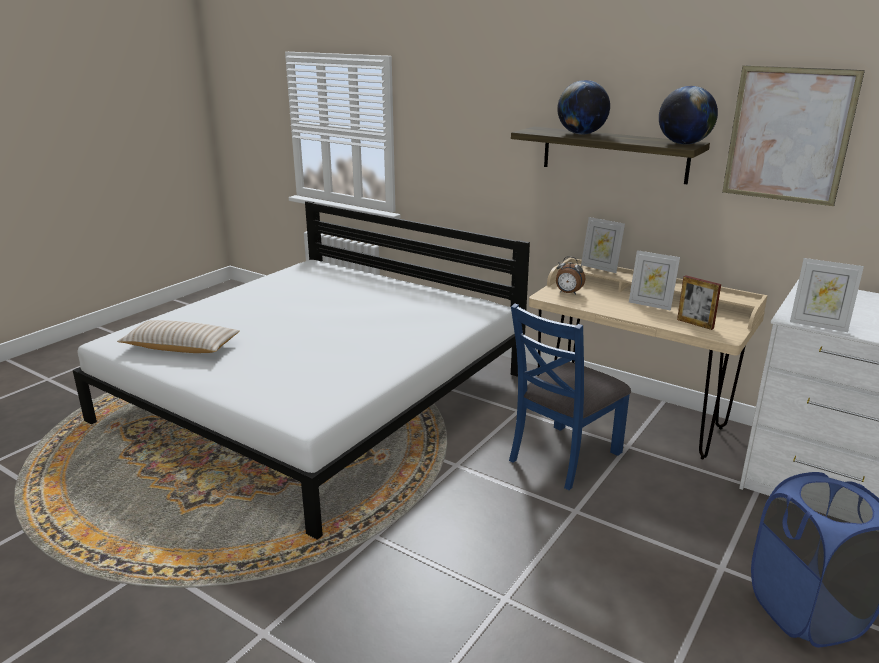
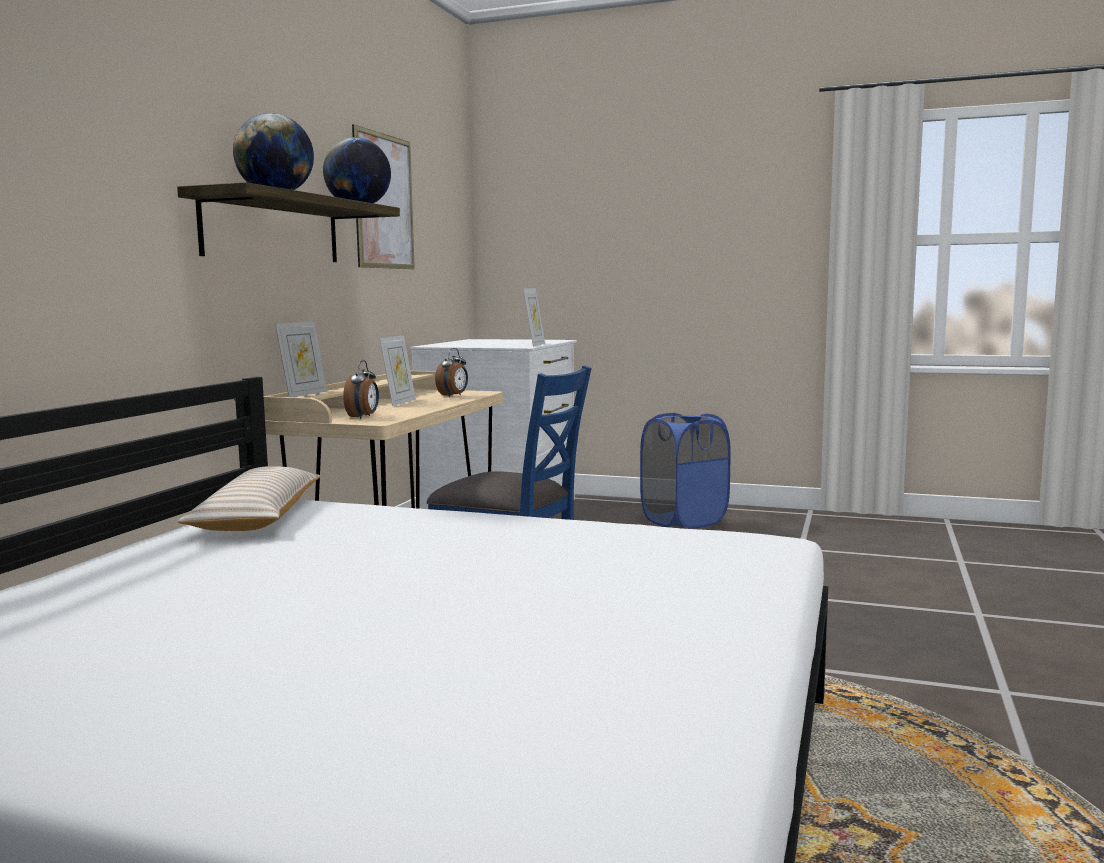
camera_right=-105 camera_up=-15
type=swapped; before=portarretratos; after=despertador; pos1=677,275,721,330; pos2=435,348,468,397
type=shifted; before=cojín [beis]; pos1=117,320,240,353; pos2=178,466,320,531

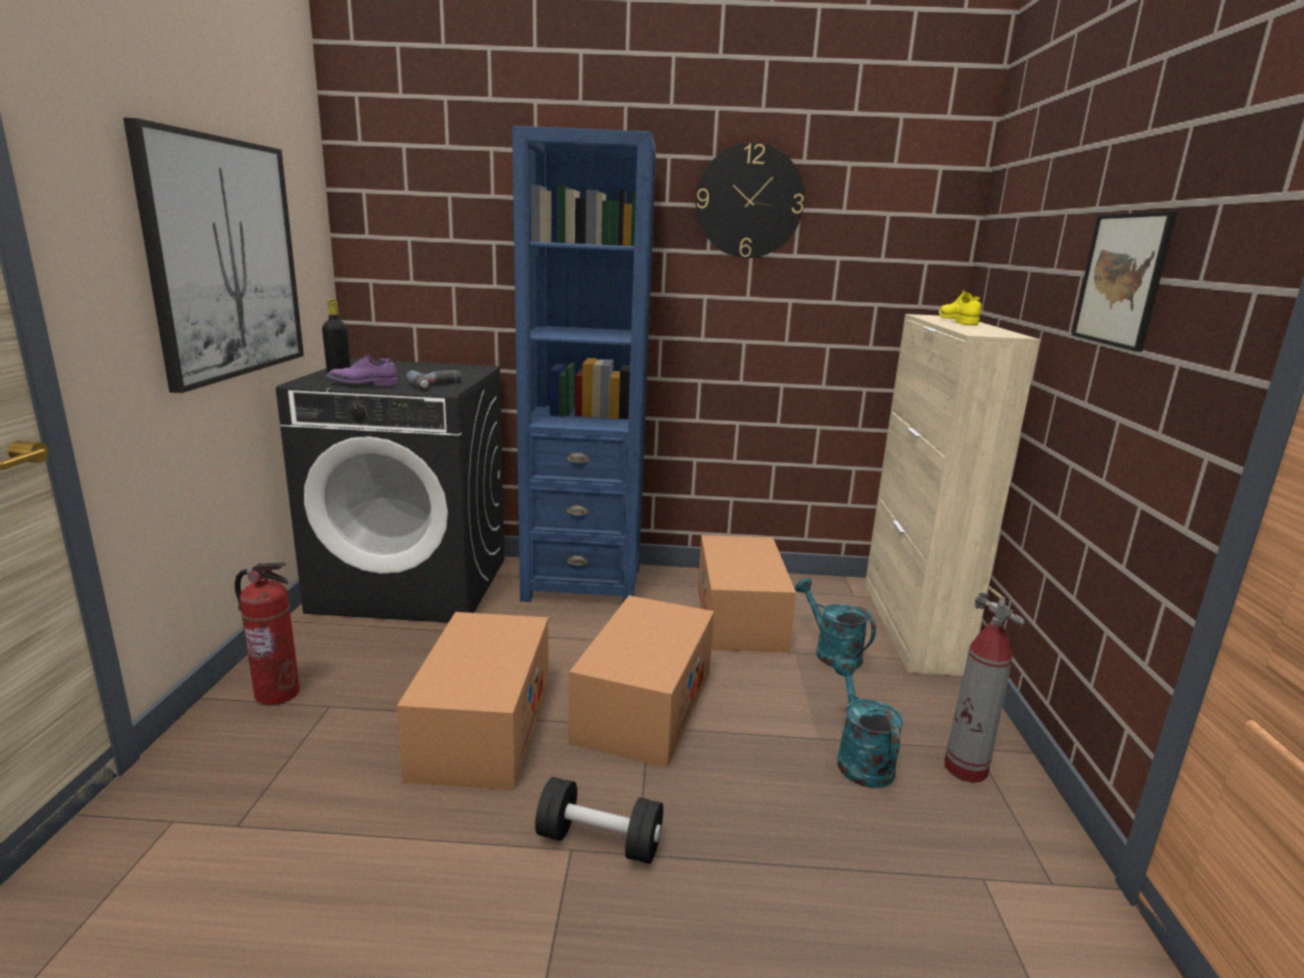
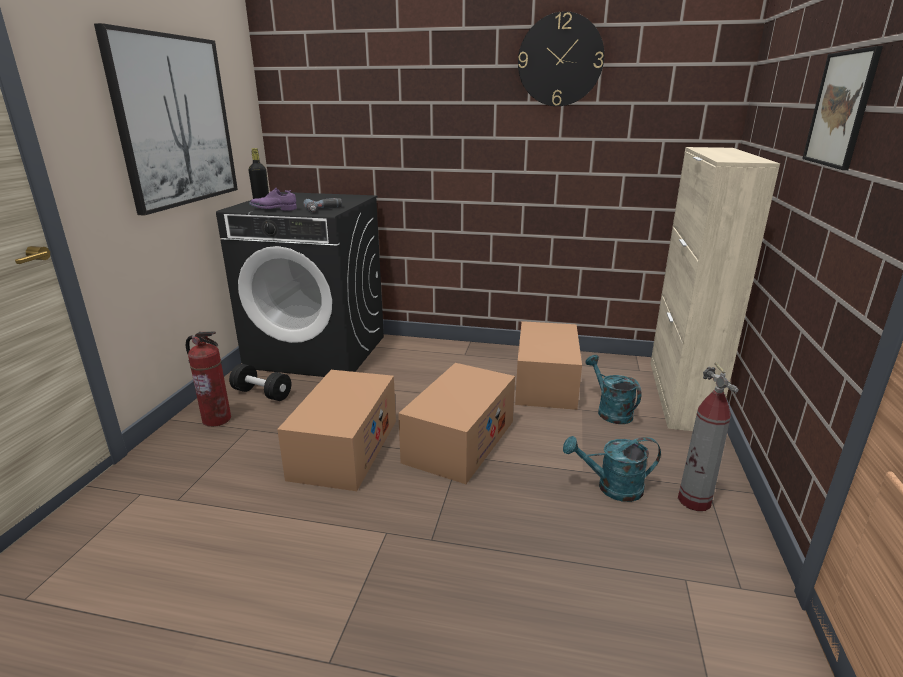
camera_right=10 camera_up=5
type=gone; before=estantería [azul]; pos1=512,126,656,603
type=gone; before=zapato [amarillo]; pos1=939,291,982,326
type=rotated; before=regadera [turquesa]; pos1=834,659,904,788; pos2=563,436,661,502; turn=-90
type=shifted; before=mancuerna [negro]; pos1=535,777,663,864; pos2=229,364,291,401

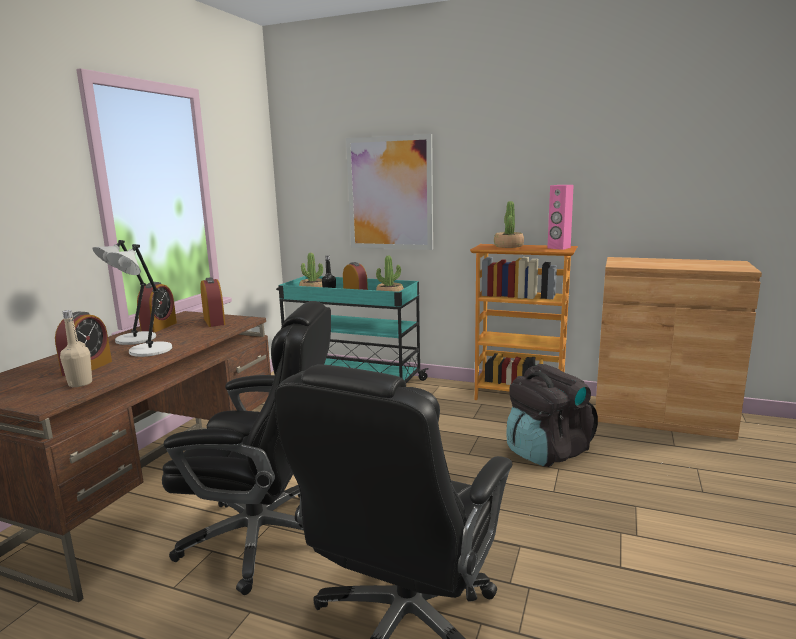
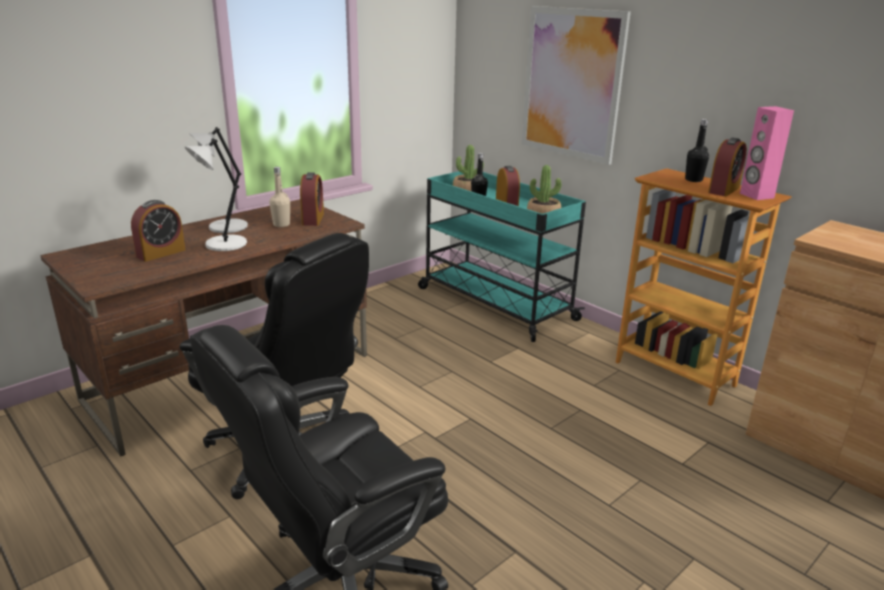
camera_right=25 camera_up=10
type=swapped; before=planta en maceta; after=botella [negro]; pos1=494,201,524,248; pos2=685,119,709,182
type=shifted; before=despertador; pos1=137,282,177,333; pos2=708,137,747,196
type=shifted; before=botella [beis]; pos1=60,310,92,387; pos2=269,167,290,227
type=gone; before=mochila [negro]; pos1=507,364,598,467

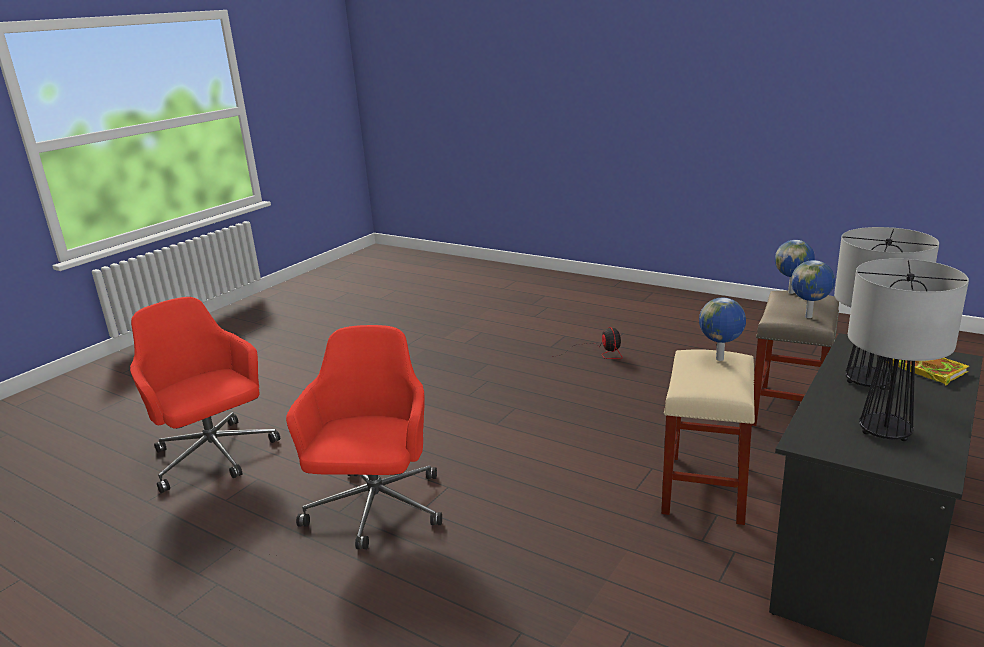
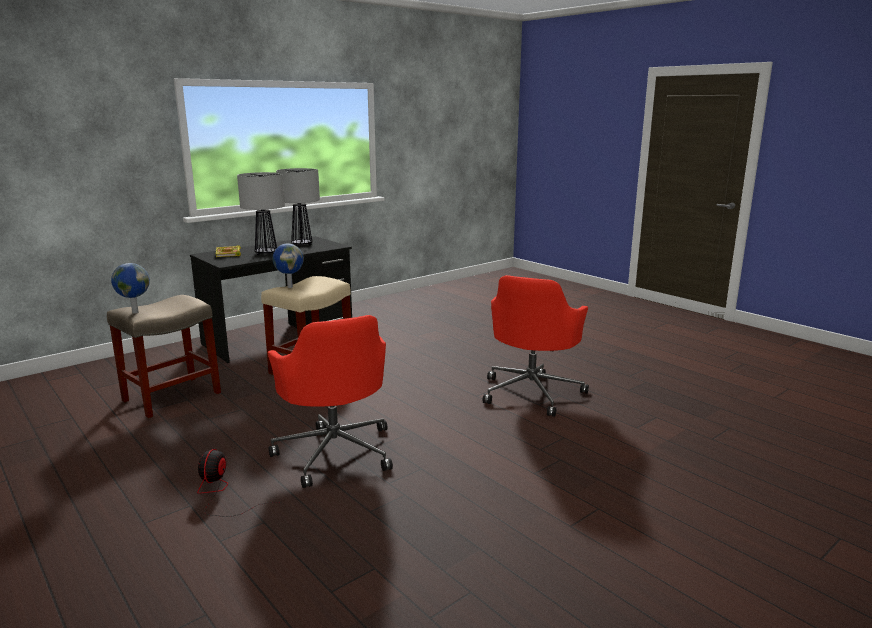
camera_right=-165 camera_up=-5
type=gone; before=globo terráqueo; pos1=791,260,835,318
type=shifted; before=silla de oficina [rojo]; pos1=130,297,280,493; pos2=267,315,393,488

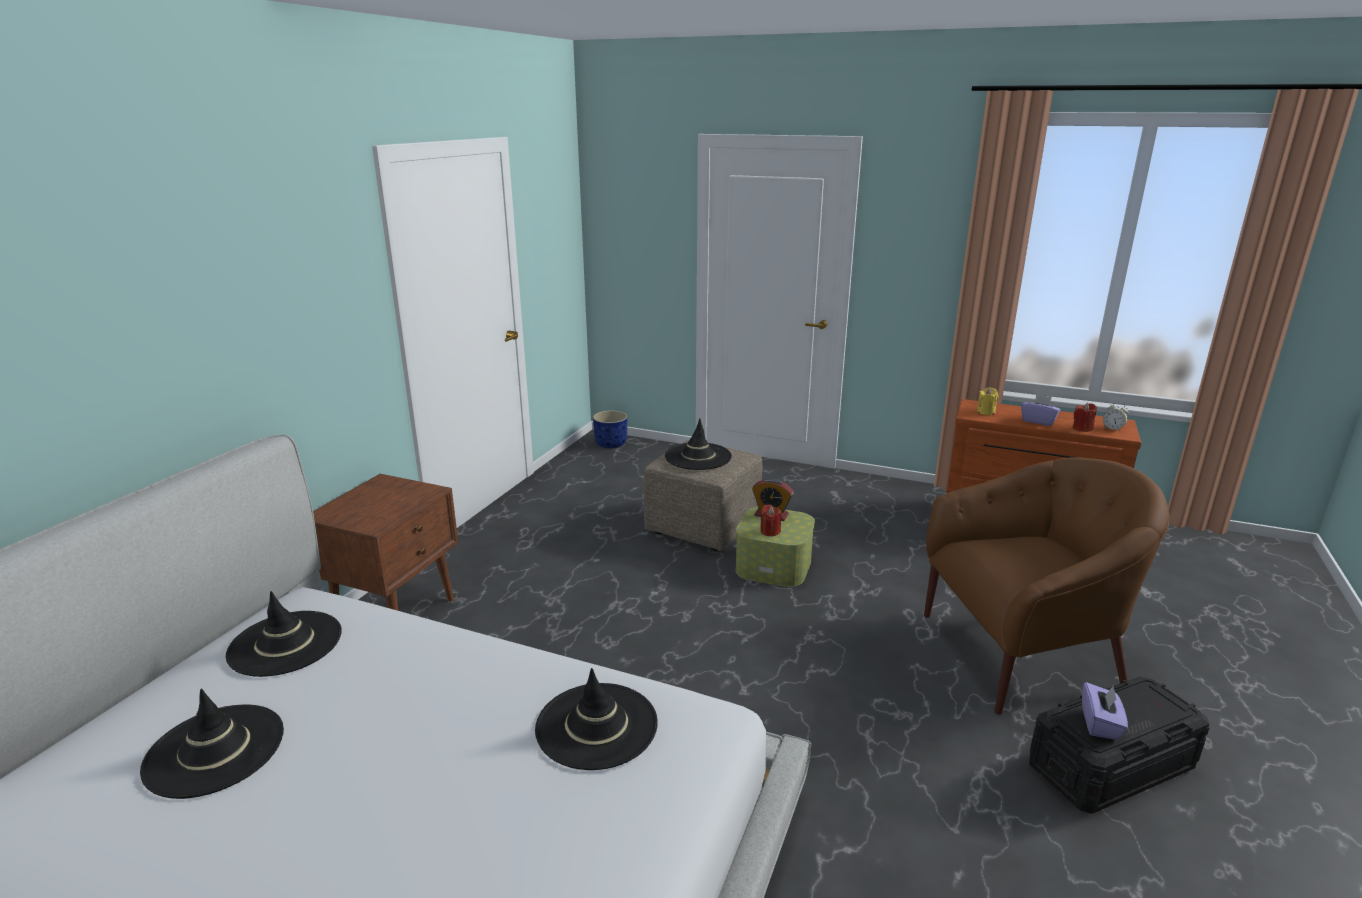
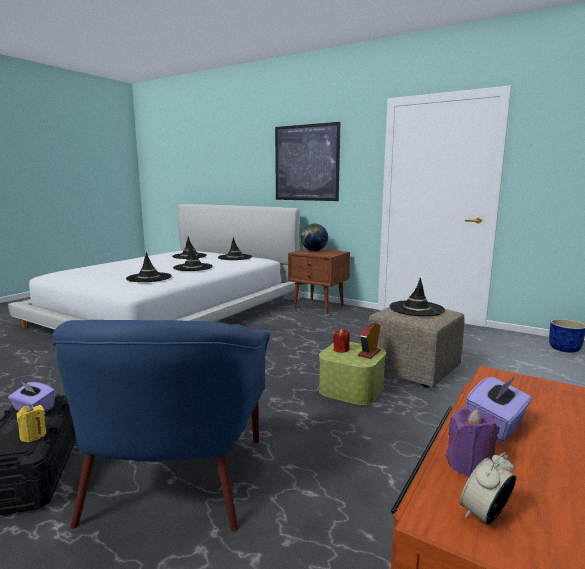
camera_right=100 camera_up=-10
type=shifted; before=vela [amarillo]; pos1=977,388,998,415; pos2=16,405,46,442
type=repainted; before=vela [rojo]; after=vela [morado]; pos1=1073,403,1097,432; pos2=446,408,499,477
type=repainted; before=sillón [marrón]; after=sillón [azul]; pos1=924,457,1170,715; pos2=53,320,270,531
type=new; after=cuadro; pos2=275,122,341,201
type=new; after=globo terráqueo; pos2=301,224,328,251
type=new; after=sombrero [negro]; pos2=173,244,213,271

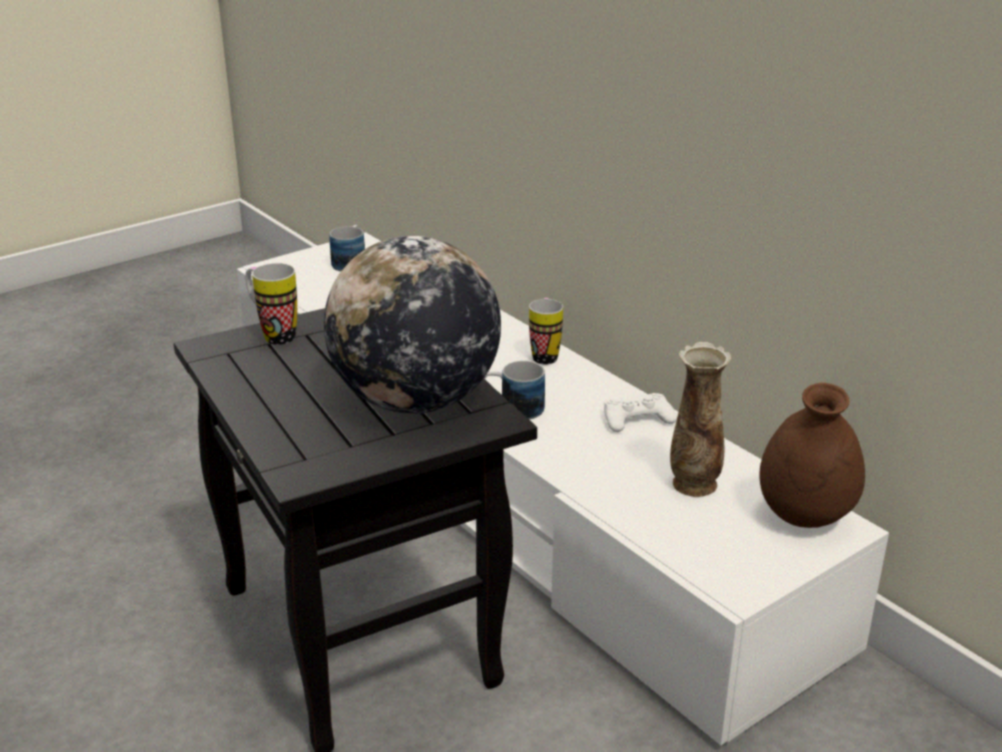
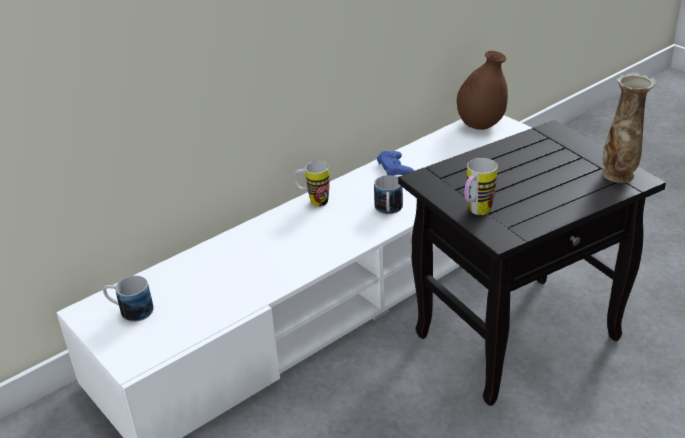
camera_right=-90 camera_up=5
type=gone; before=globo terráqueo; pos1=324,236,501,414
type=shifted; before=florero; pos1=670,342,732,497; pos2=602,72,656,183
type=repainted; before=mando de consola [blanco]; after=mando de consola [azul]; pos1=604,393,677,432; pos2=377,151,414,176

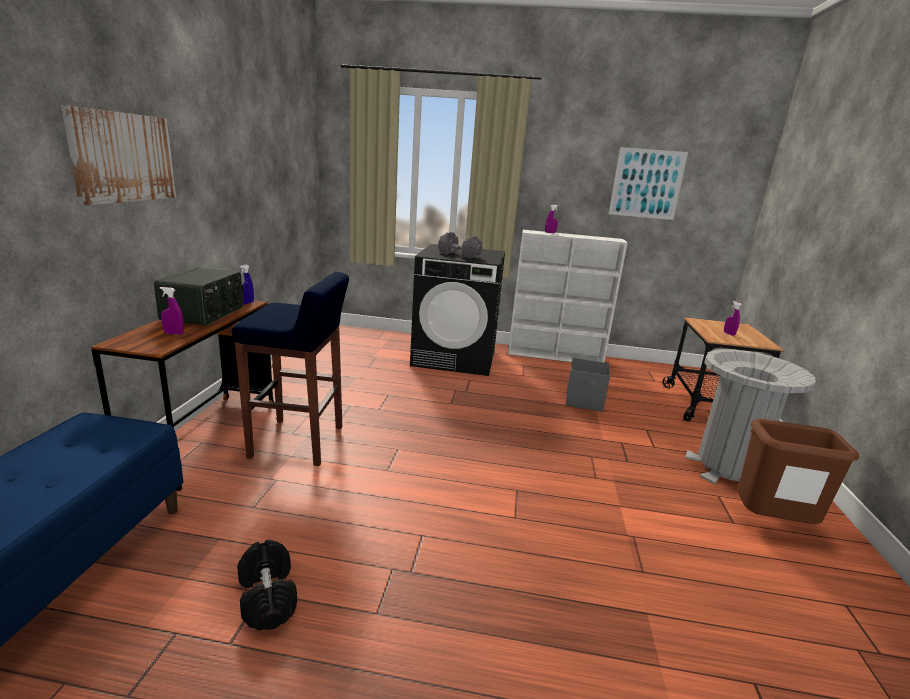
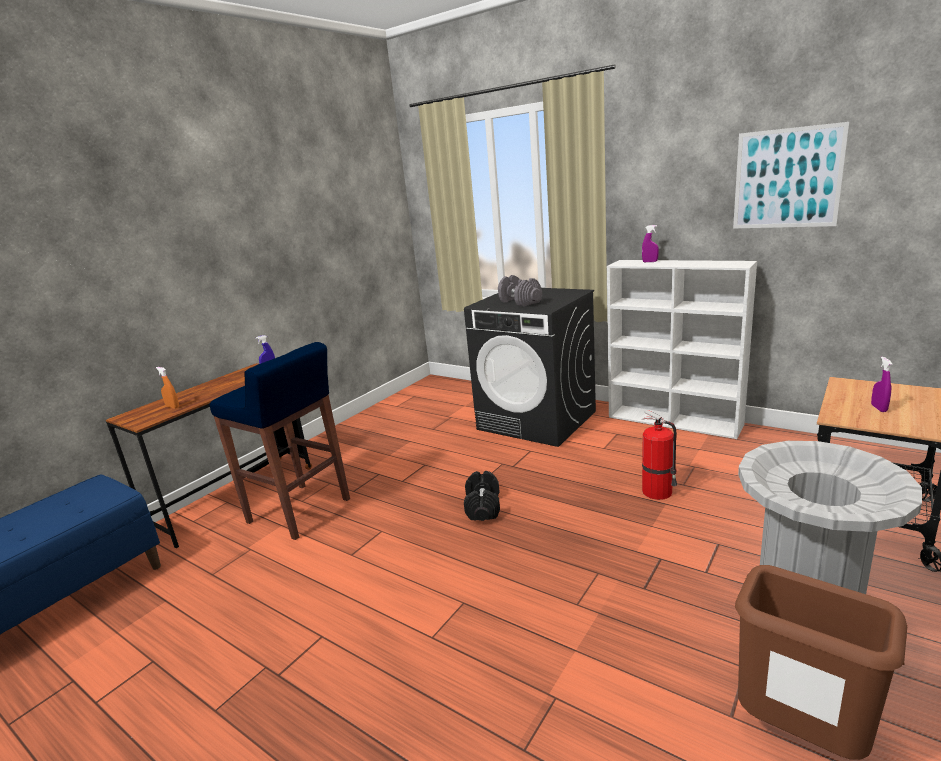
camera_right=30 camera_up=0
type=gone; before=cuadro; pos1=61,105,176,205
type=gone; before=radio; pos1=154,267,244,326
type=repainted; before=pulverizador [morado]; after=pulverizador [naranja]; pos1=160,287,184,335; pos2=156,367,179,408
type=swapped; before=caja de almacenaje [gris]; after=extintor; pos1=565,358,610,412; pos2=642,410,677,500
type=shifted; before=mancuerna [negro]; pos1=237,540,297,631; pos2=464,471,500,521

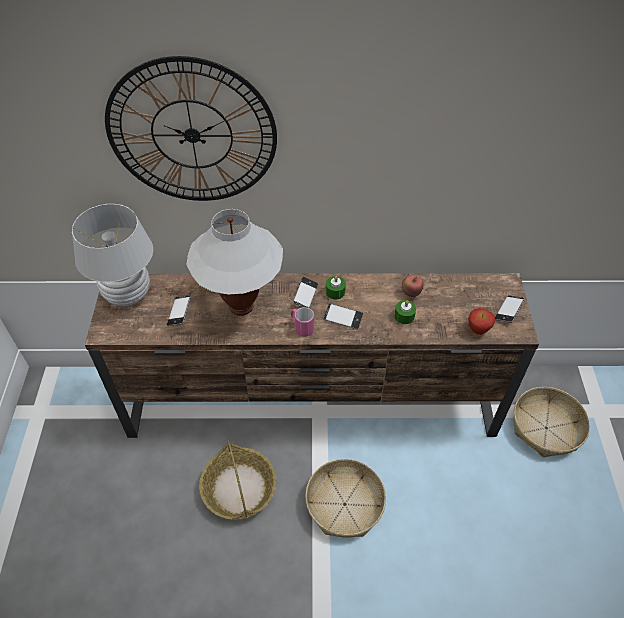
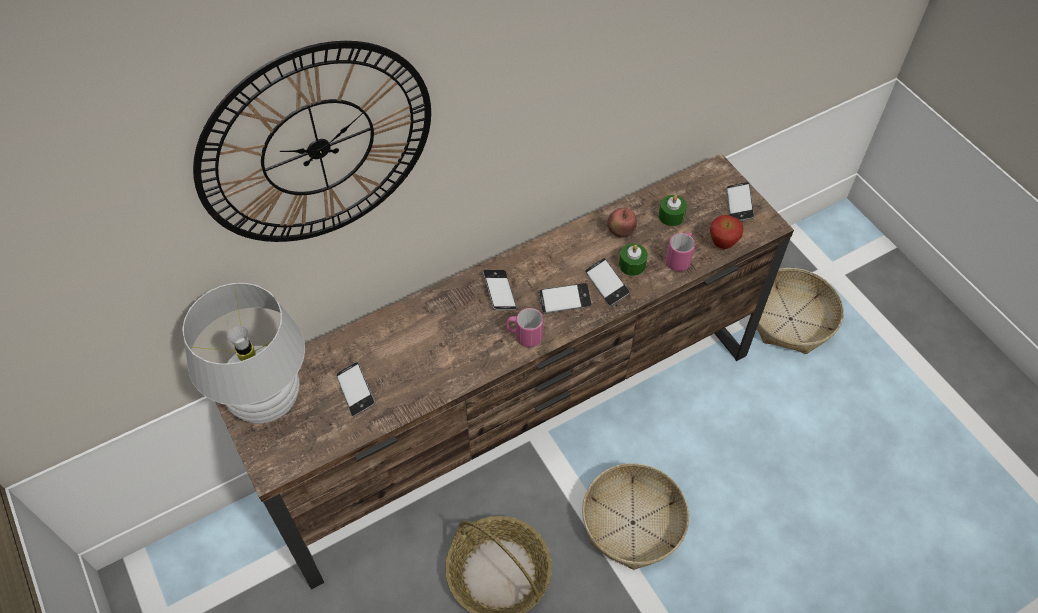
camera_right=-30 camera_up=5
type=gone; before=lámpara de mesa [blanco]; pos1=186,209,283,316
type=shifted; before=vela [verde]; pos1=326,276,346,300; pos2=658,195,687,226
type=new; after=taza grande [rosa]; pos2=666,232,695,271
type=new; after=móvil; pos2=585,258,630,306

